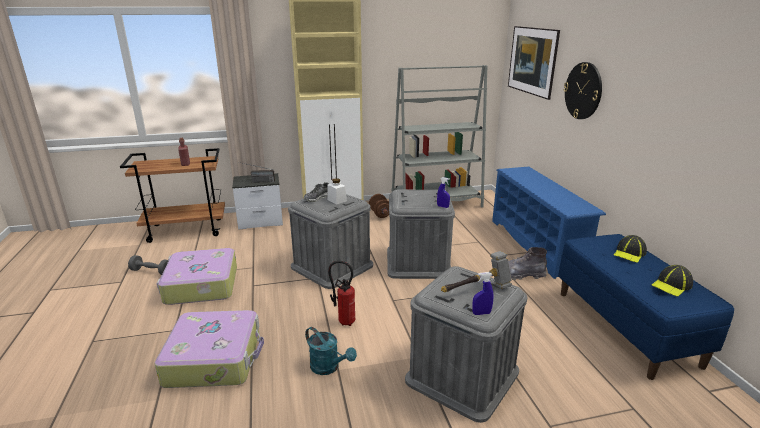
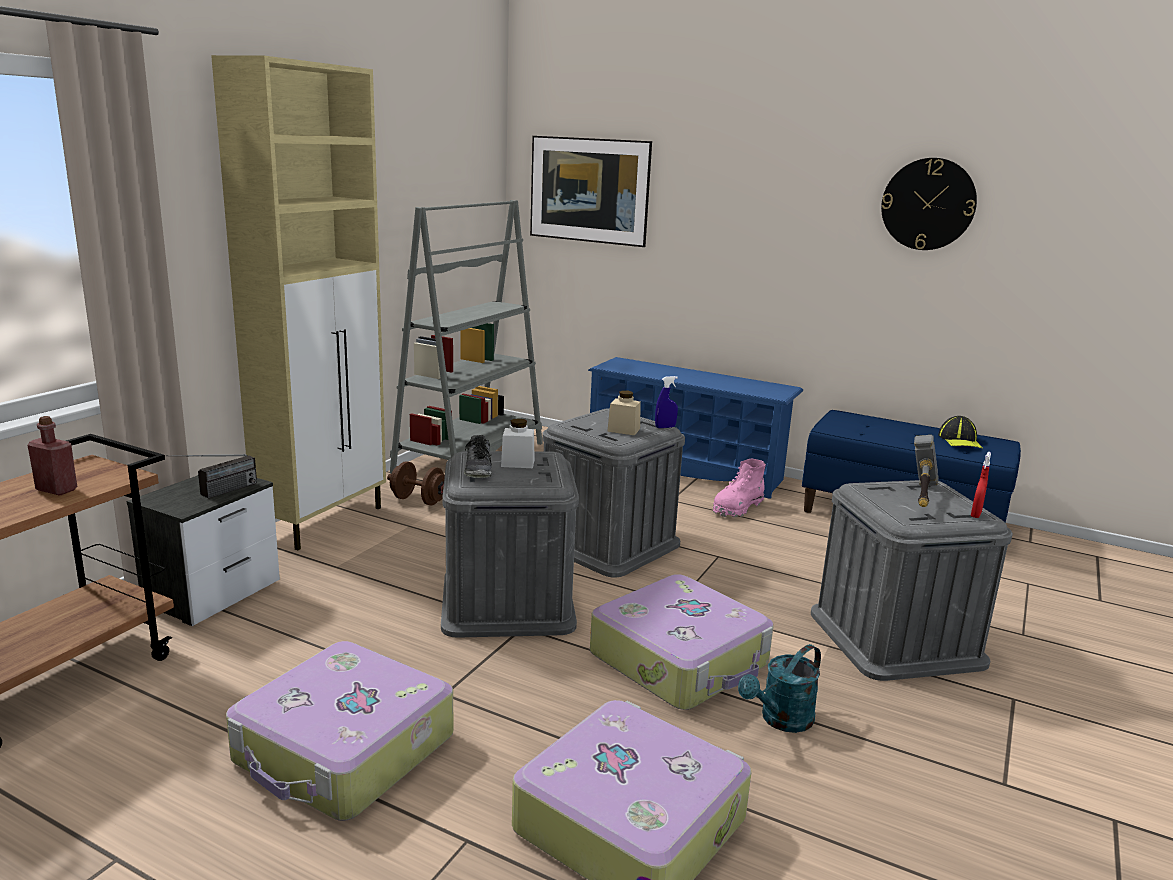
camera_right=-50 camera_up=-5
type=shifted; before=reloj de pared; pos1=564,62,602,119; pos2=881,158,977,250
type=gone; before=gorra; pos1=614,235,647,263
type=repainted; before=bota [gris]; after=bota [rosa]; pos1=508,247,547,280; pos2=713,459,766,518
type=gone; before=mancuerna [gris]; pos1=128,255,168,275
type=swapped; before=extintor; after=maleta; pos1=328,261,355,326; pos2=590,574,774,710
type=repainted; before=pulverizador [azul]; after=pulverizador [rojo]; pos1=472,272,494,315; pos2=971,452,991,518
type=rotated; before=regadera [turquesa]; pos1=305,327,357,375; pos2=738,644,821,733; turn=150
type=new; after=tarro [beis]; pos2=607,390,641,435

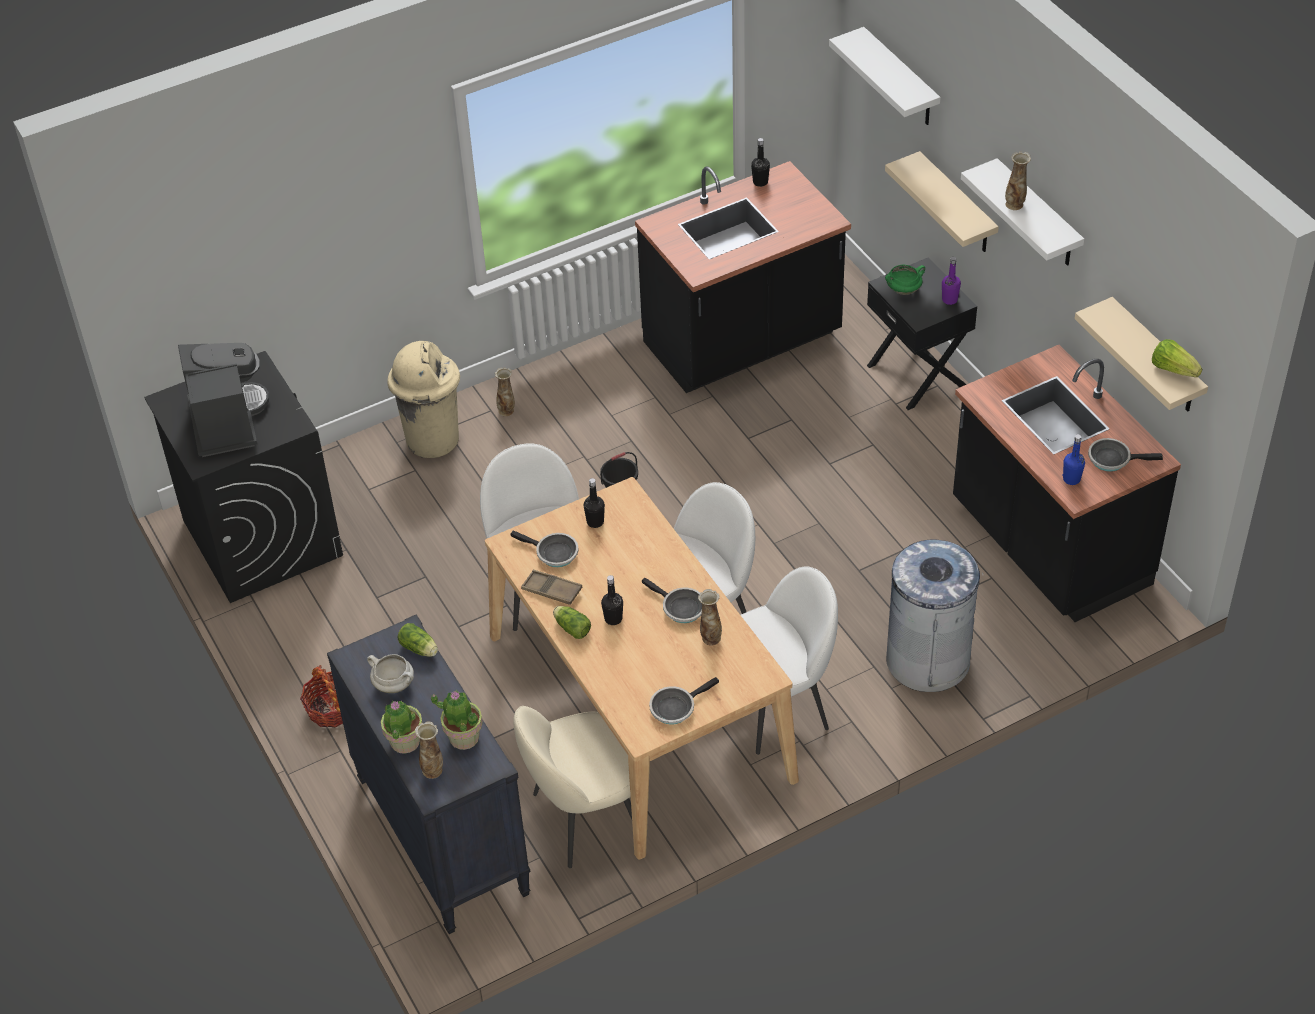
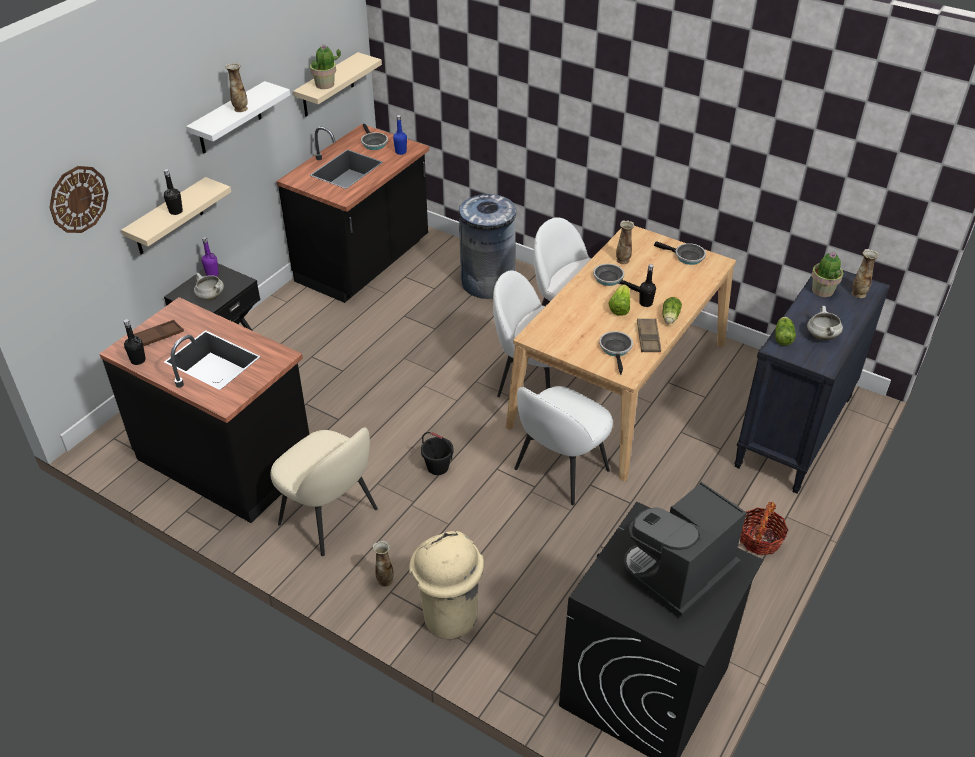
camera_right=-120 camera_up=-5
type=swapped; before=estante [blanco]; after=reloj de pared; pos1=829,27,941,125; pos2=49,166,109,233
type=repainted; before=olla [verde]; after=olla [blanco]; pos1=885,264,925,295; pos2=194,273,224,300
type=shifted; before=lechuga; pos1=1152,339,1202,377; pos2=608,285,630,316
type=shifted; before=botella [negro]; pos1=584,478,605,528; pos2=164,169,183,215
type=rotated; before=sartén; pos1=642,578,702,623; pos2=593,264,640,293; turn=-60
type=shifted; before=planta en maceta; pos1=381,700,422,754; pos2=310,44,341,89
type=shifted; before=silla [beis]; pos1=513,706,632,868; pos2=270,427,378,556
type=new; after=bandeja [marrón]; pos2=134,320,184,347

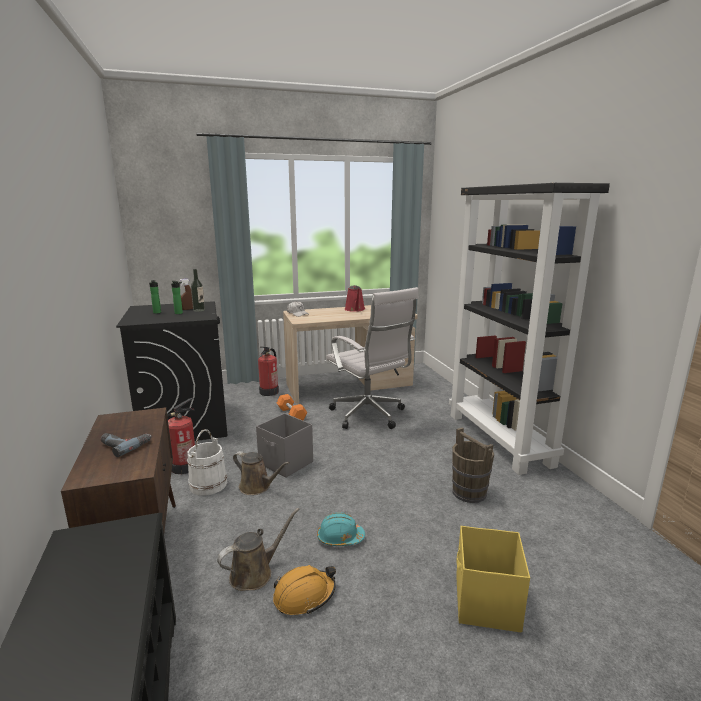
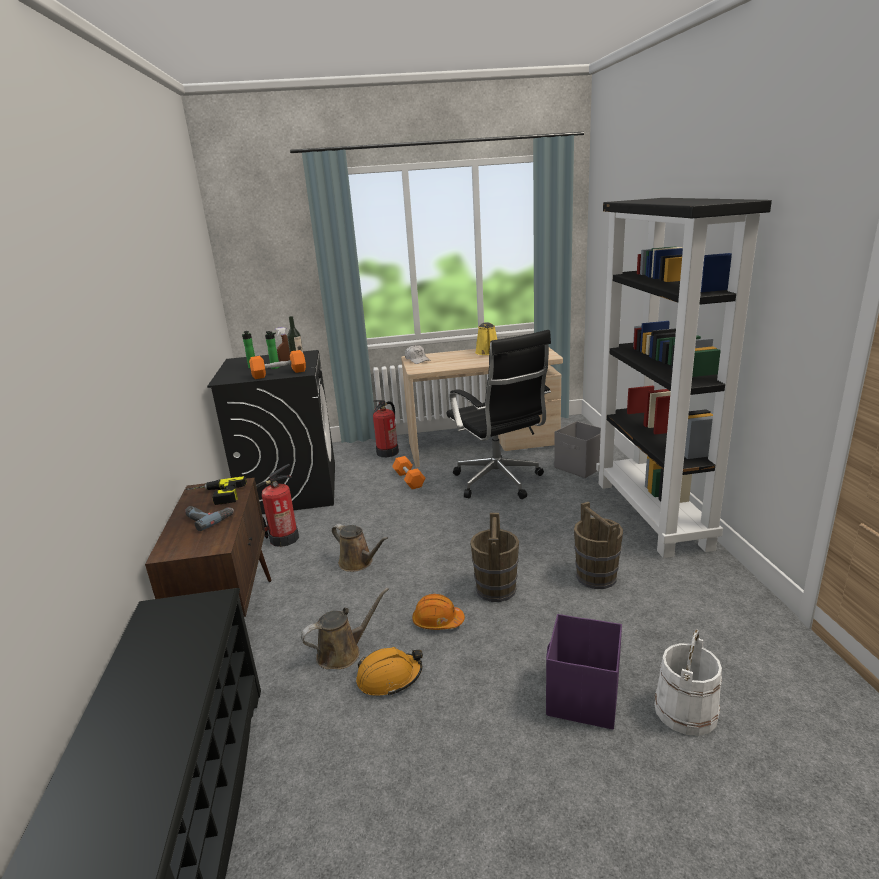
camera_right=10 camera_up=5
type=repainted; before=regadera [rojo]; after=regadera [amarillo]; pos1=345,285,365,312; pos2=475,322,498,355
type=repainted; before=silla de oficina [blanco]; after=silla de oficina [negro]; pos1=326,287,419,429; pos2=447,330,551,499
type=shifted; before=caja de almacenaje [gris]; pos1=256,413,313,478; pos2=554,421,601,478
type=shifted; before=cubo [blanco]; pos1=187,429,228,496; pos2=654,629,722,736
type=repainted; before=casco [turquesa]; after=casco [naranja]; pos1=317,512,365,546; pos2=412,594,465,630
type=repainted; before=caja de almacenaje [amarillo]; after=caja de almacenaje [morado]; pos1=456,526,530,632; pos2=546,614,622,729
type=new; after=mancuerna [naranja]; pos2=249,350,306,379
type=new; after=taladro; pos2=186,476,247,505
type=new; after=cubo [marrón]; pos2=470,513,519,602

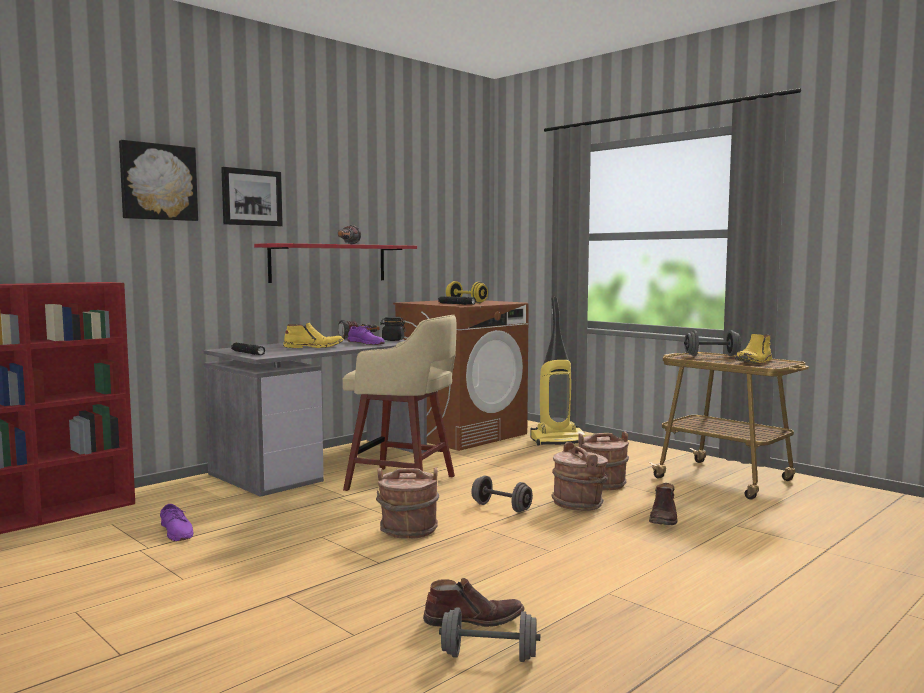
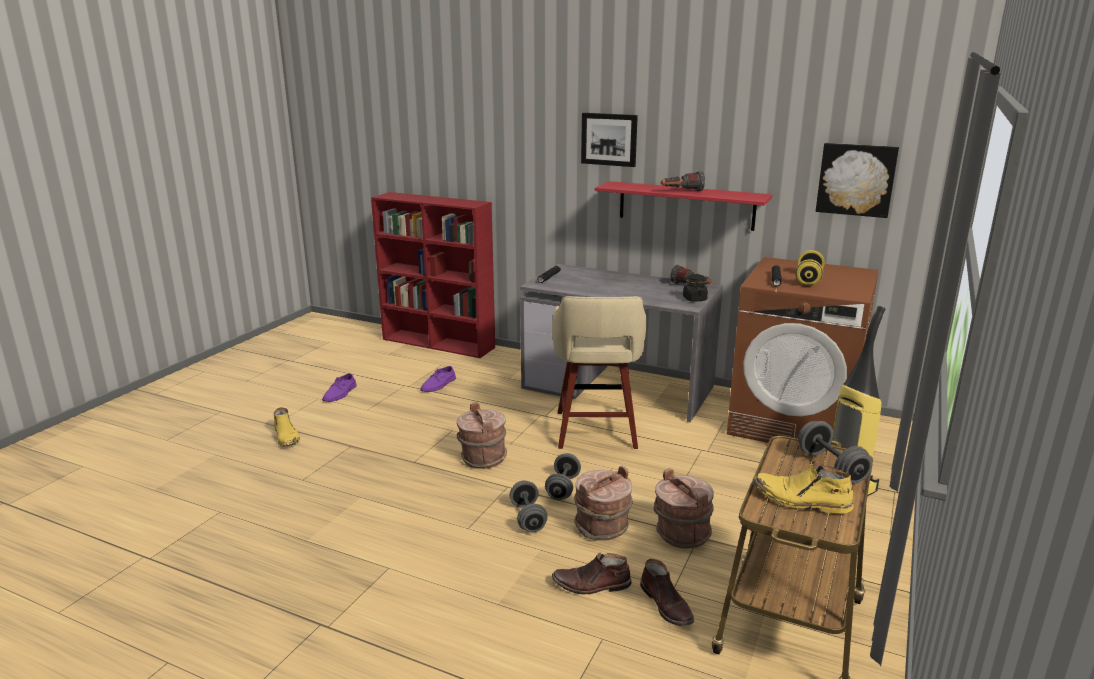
camera_right=70 camera_up=15
type=shifted; before=cuadro; pos1=119,140,198,221; pos2=816,143,899,218
type=shifted; before=bota [amarillo]; pos1=283,323,344,348; pos2=274,407,300,446
type=shifted; before=zapato [morado]; pos1=348,326,385,345; pos2=322,373,357,402
type=shifted; before=bota [marrón]; pos1=423,578,524,627; pos2=640,559,694,626
type=shifted; before=mancuerna [gris]; pos1=439,607,540,662; pos2=510,480,548,532

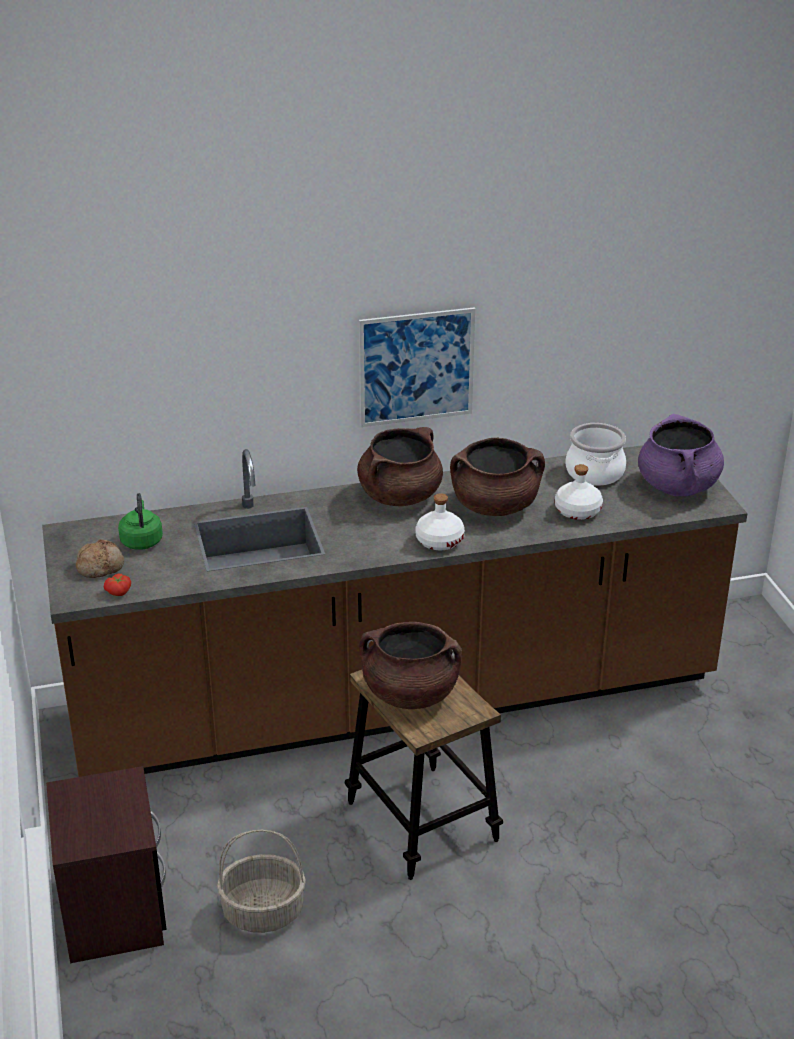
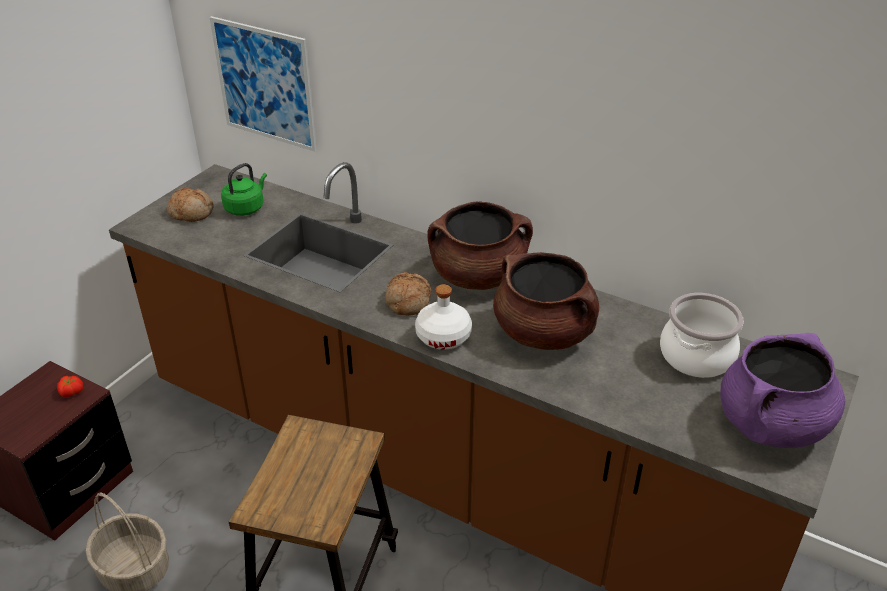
camera_right=45 camera_up=5
type=shifted; before=cuadro; pos1=359,307,475,427; pos2=210,16,317,152
type=gone; before=botella [blanco]; pos1=555,464,603,520
type=shifted; before=tomate; pos1=104,574,131,596; pos2=57,376,83,397
type=gone; before=olla [marrón]; pos1=359,622,462,709
type=new; after=pan; pos2=385,272,431,316

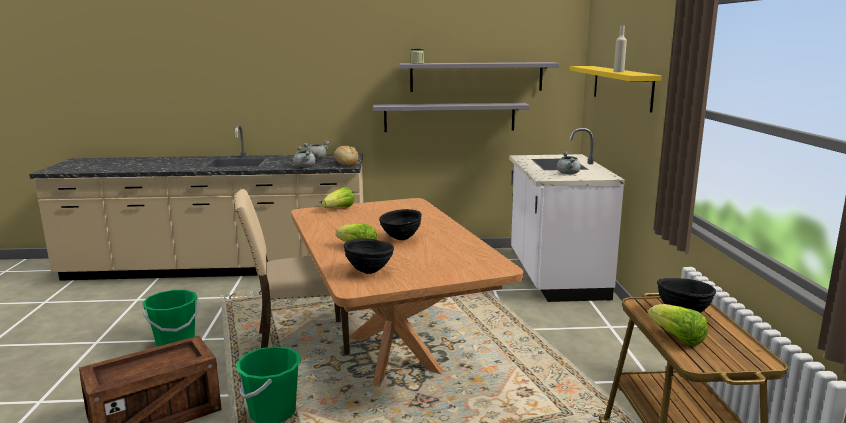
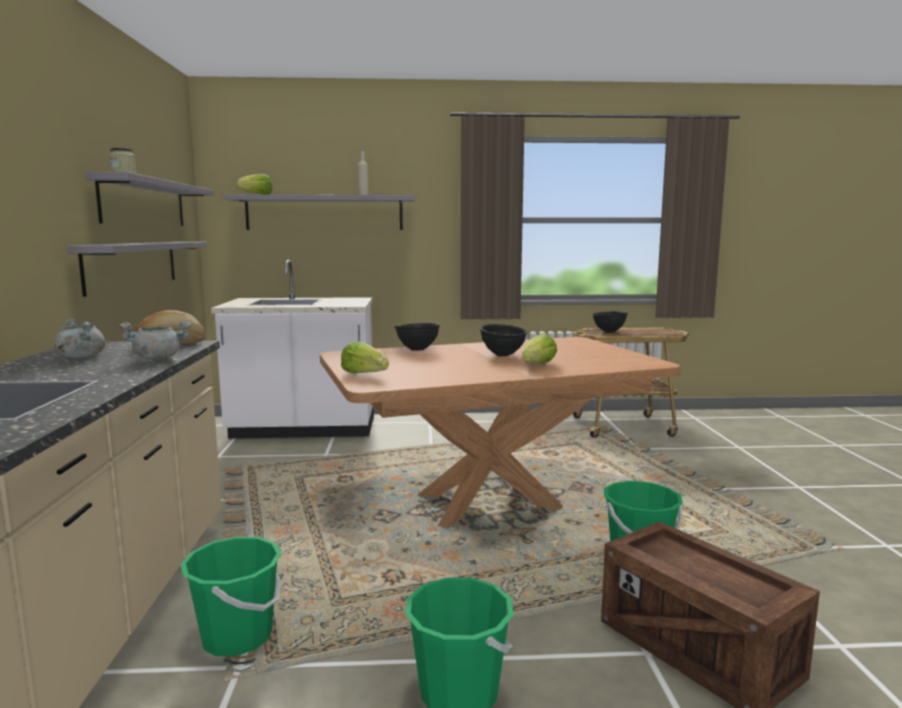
camera_right=-90 camera_up=-5
type=repainted; before=estante [amarillo]; after=estante [gris]; pos1=570,66,662,113; pos2=224,195,415,230
type=gone; before=olla [gris]; pos1=557,151,581,174
type=gone; before=silla [beis]; pos1=235,189,350,355
type=shifted; before=cuenco [negro]; pos1=344,238,394,274; pos2=394,323,440,351
type=shifted; before=lechuga; pos1=648,304,708,346; pos2=236,174,272,195
type=new; after=cubo [verde]; pos2=180,537,281,656

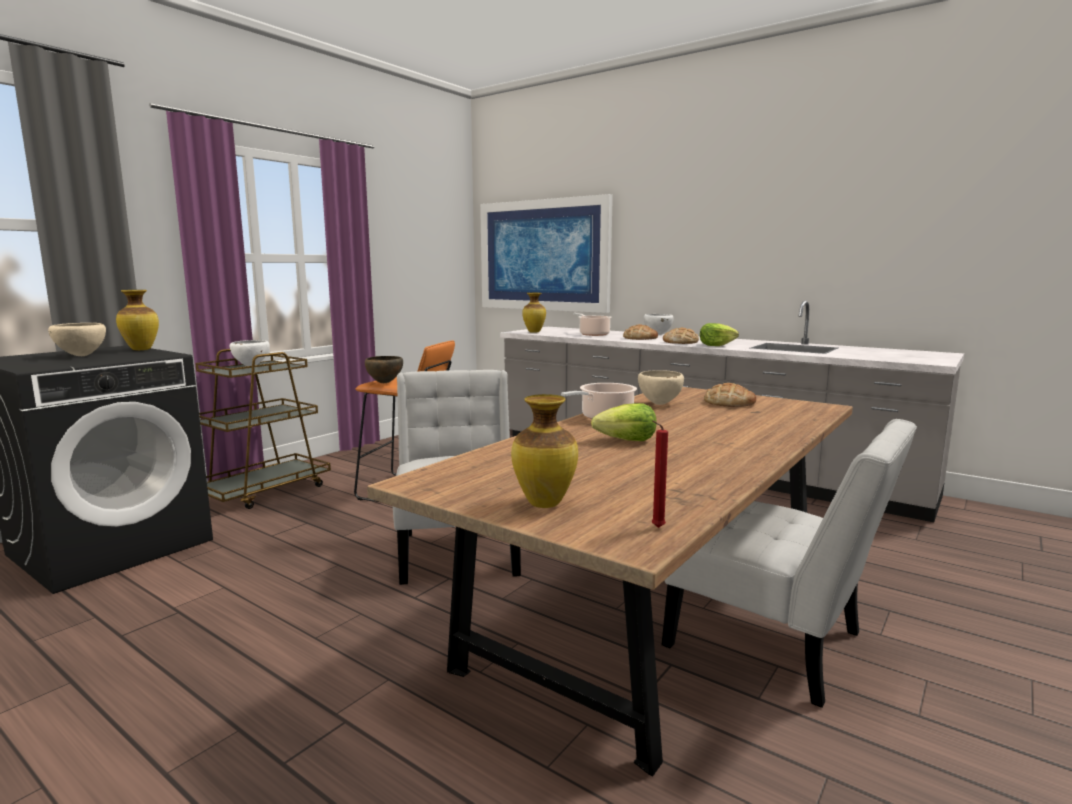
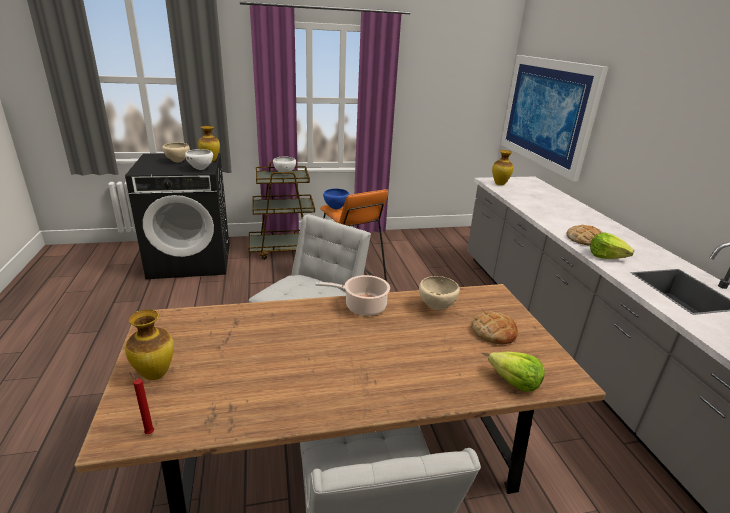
camera_right=40 camera_up=15
type=gone; before=olla; pos1=573,313,612,336
type=shifted; before=cuenco [blanco]; pos1=644,314,674,335; pos2=185,149,213,170
type=gone; before=pan; pos1=623,324,658,340
type=repainted; before=cuenco [marrón]; after=cuenco [azul]; pos1=365,356,403,383; pos2=323,189,350,209
type=shifted; before=lechuga; pos1=591,403,656,441; pos2=488,352,545,392

